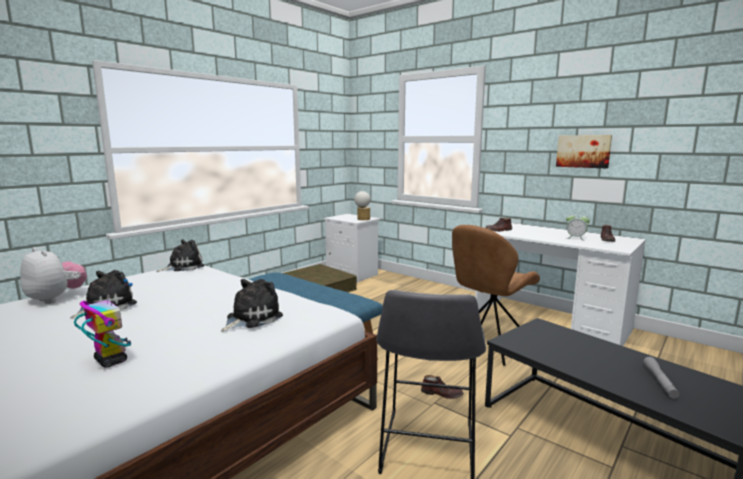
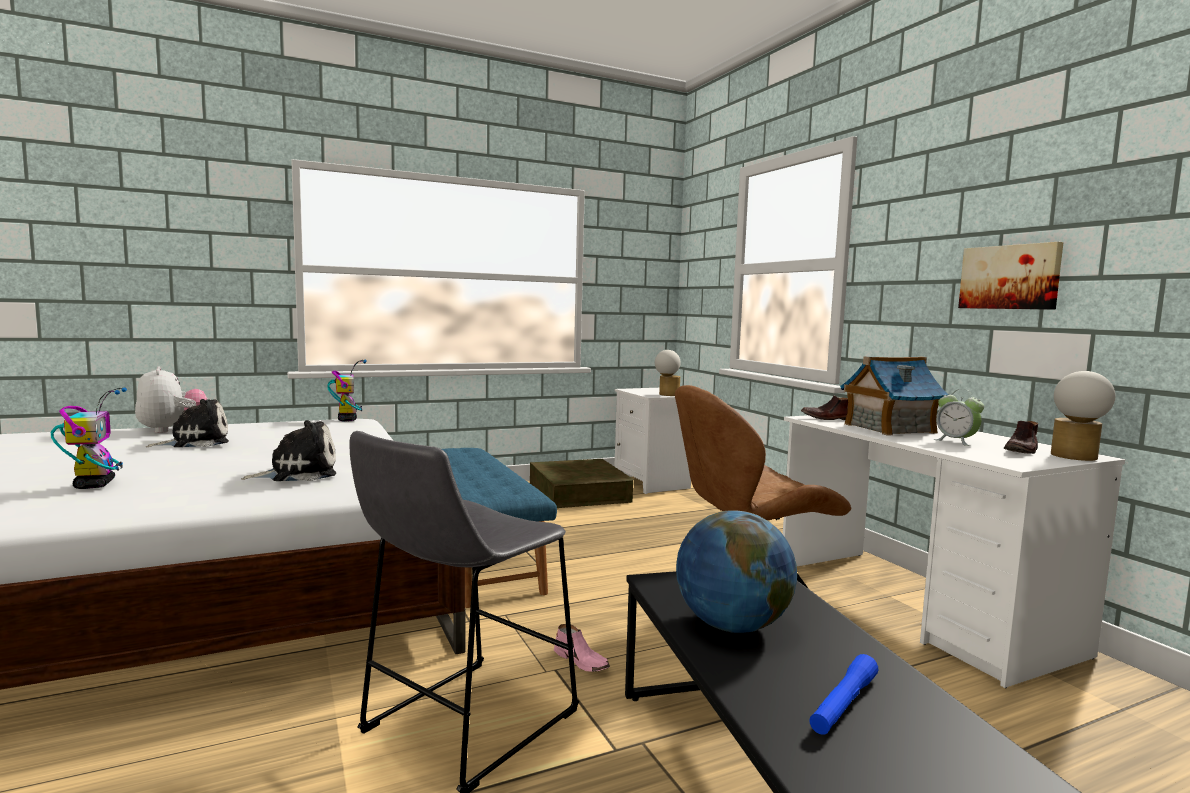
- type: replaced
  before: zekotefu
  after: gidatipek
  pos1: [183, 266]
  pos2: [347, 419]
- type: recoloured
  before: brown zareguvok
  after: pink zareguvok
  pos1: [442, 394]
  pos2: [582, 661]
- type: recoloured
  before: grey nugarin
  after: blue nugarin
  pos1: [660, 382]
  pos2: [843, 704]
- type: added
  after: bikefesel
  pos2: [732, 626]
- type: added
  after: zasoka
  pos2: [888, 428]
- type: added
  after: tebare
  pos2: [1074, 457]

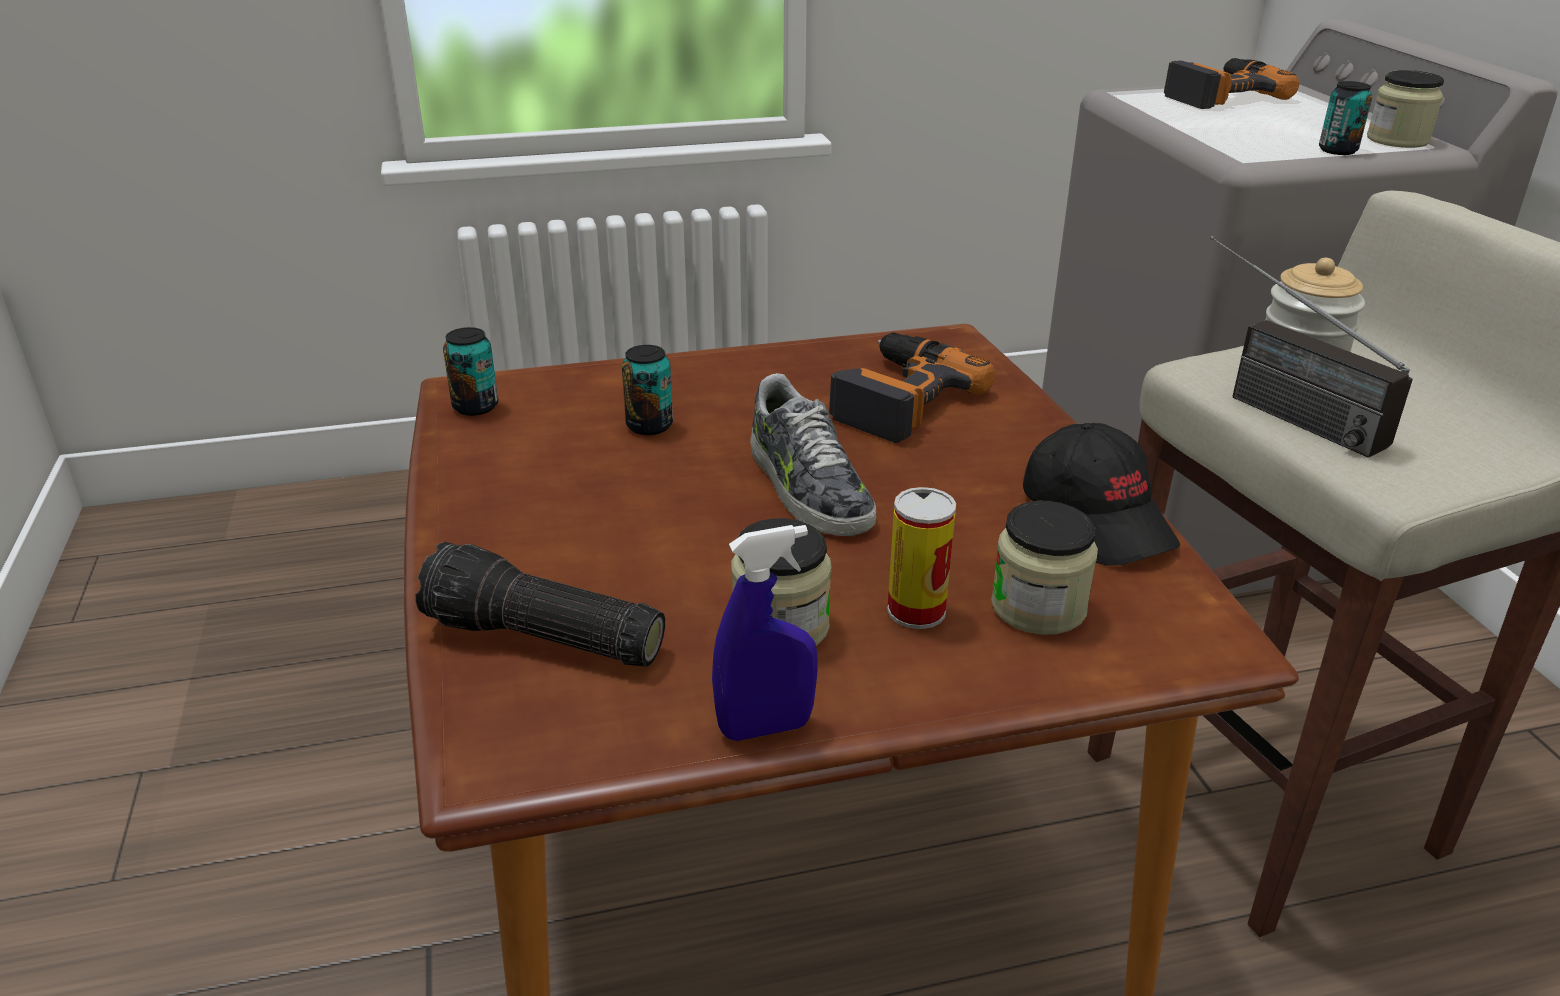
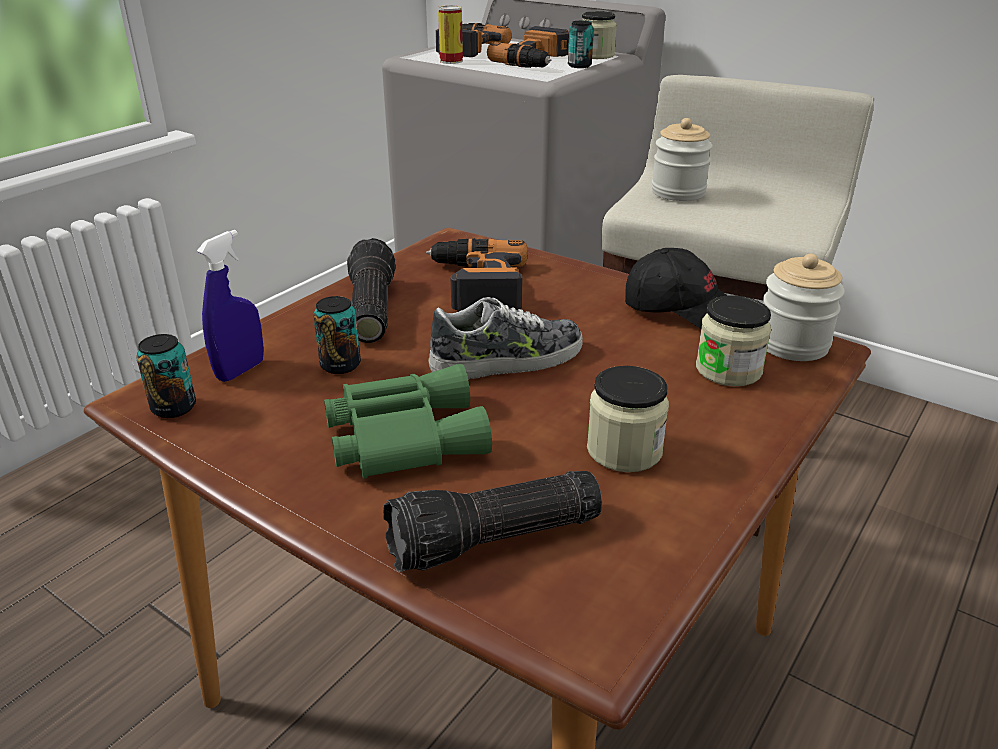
- type: moved
  before: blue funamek
  pos1: [765, 728]
  pos2: [241, 370]
- type: turned
  before: zareguvok
  pos1: [807, 488]
  pos2: [508, 360]
  turn: -45
- type: moved
  before: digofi
  pos1: [916, 610]
  pos2: [451, 61]
- type: removed
  before: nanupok
  pos1: [1269, 406]
- type: added
  after: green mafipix
  pos2: [402, 435]
- type: added
  after: nugarin
  pos2: [369, 309]
- type: added
  after: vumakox
  pos2: [537, 61]
- type: added
  after: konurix
  pos2: [792, 344]

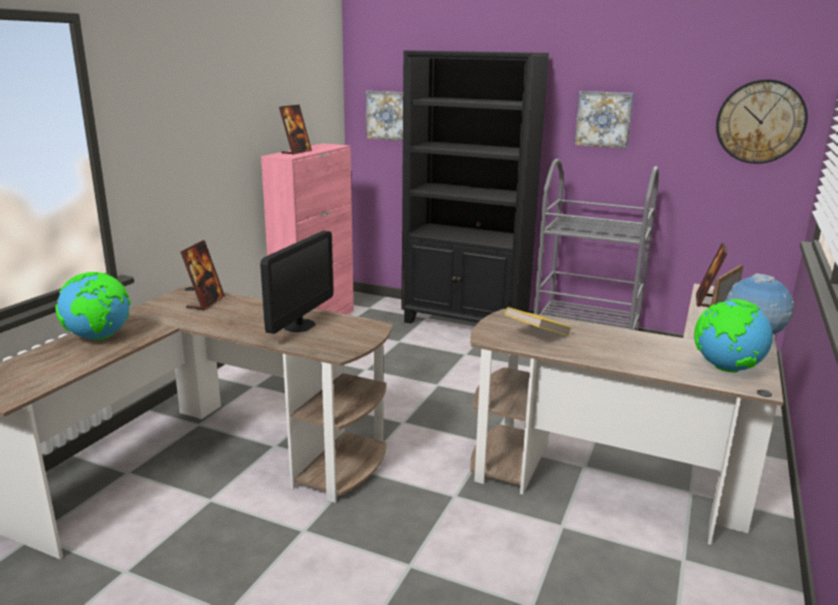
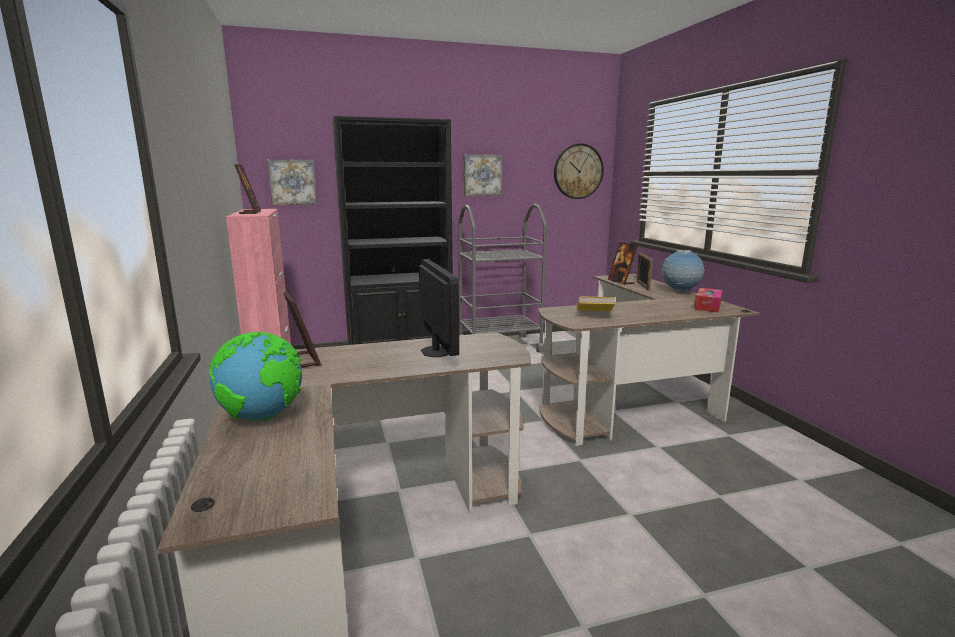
- type: replaced
  before: bikefesel
  after: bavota
  pos1: [726, 369]
  pos2: [707, 306]

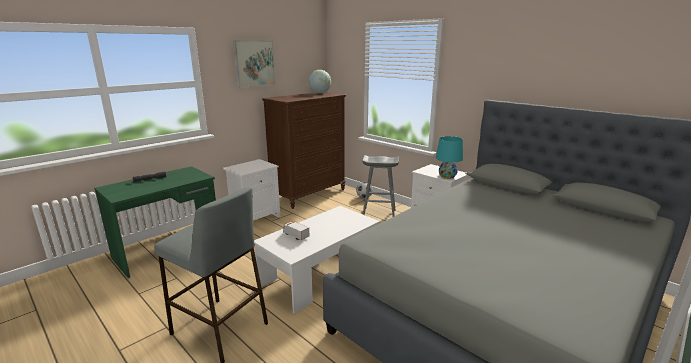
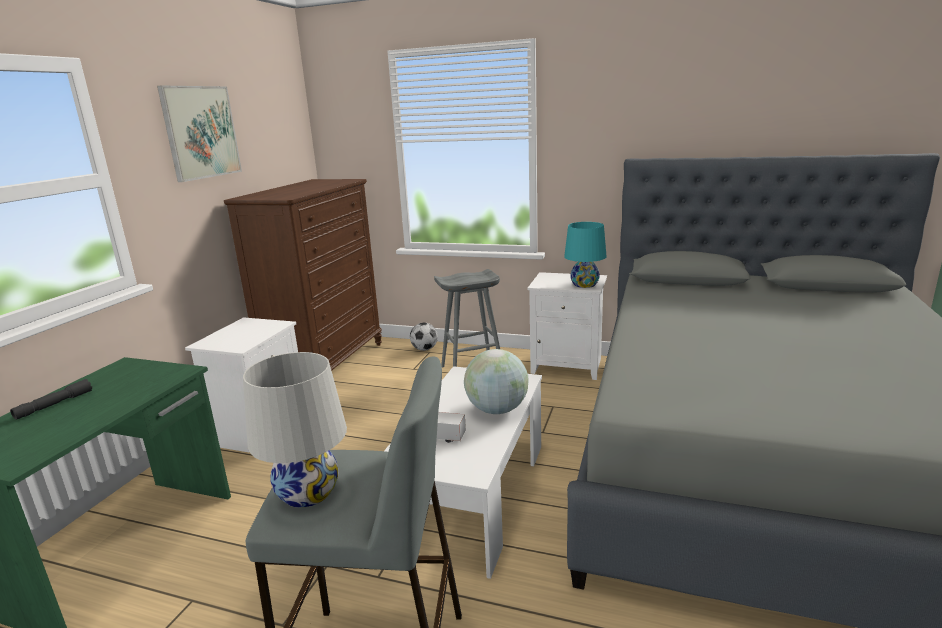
- type: moved
  before: bikefesel
  pos1: [320, 93]
  pos2: [497, 410]
- type: added
  after: white tebare
  pos2: [308, 492]

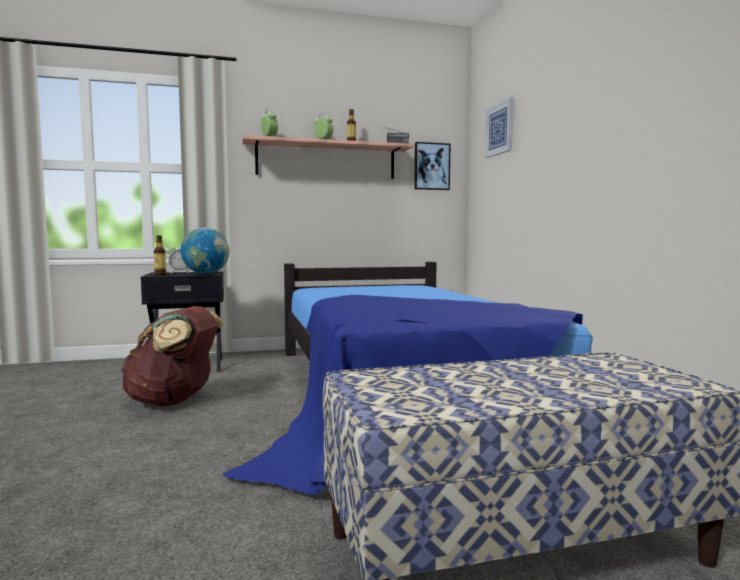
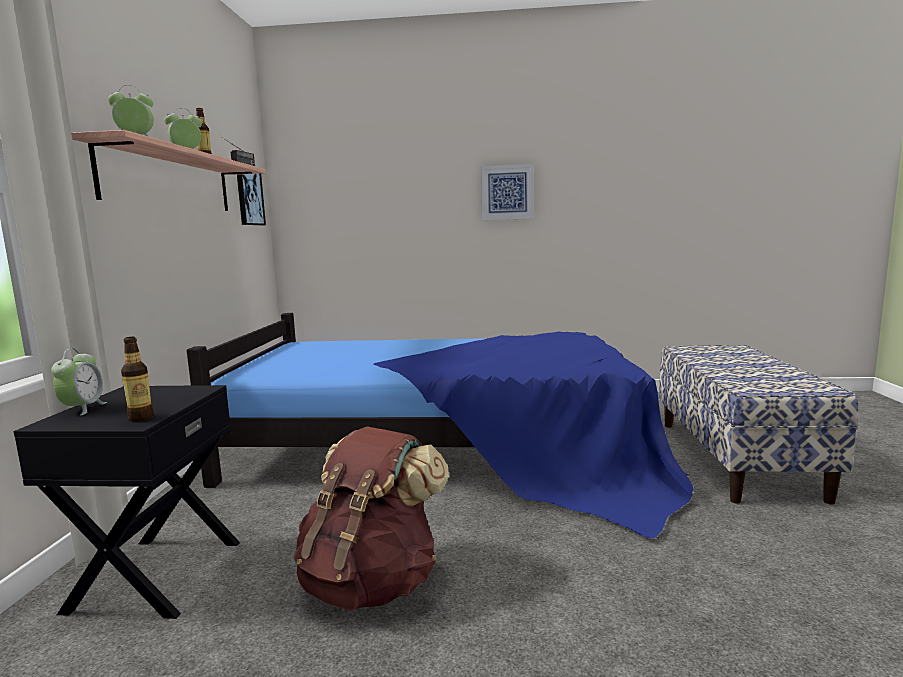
- type: removed
  before: bikefesel
  pos1: [206, 274]
- type: moved
  before: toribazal
  pos1: [500, 129]
  pos2: [507, 192]

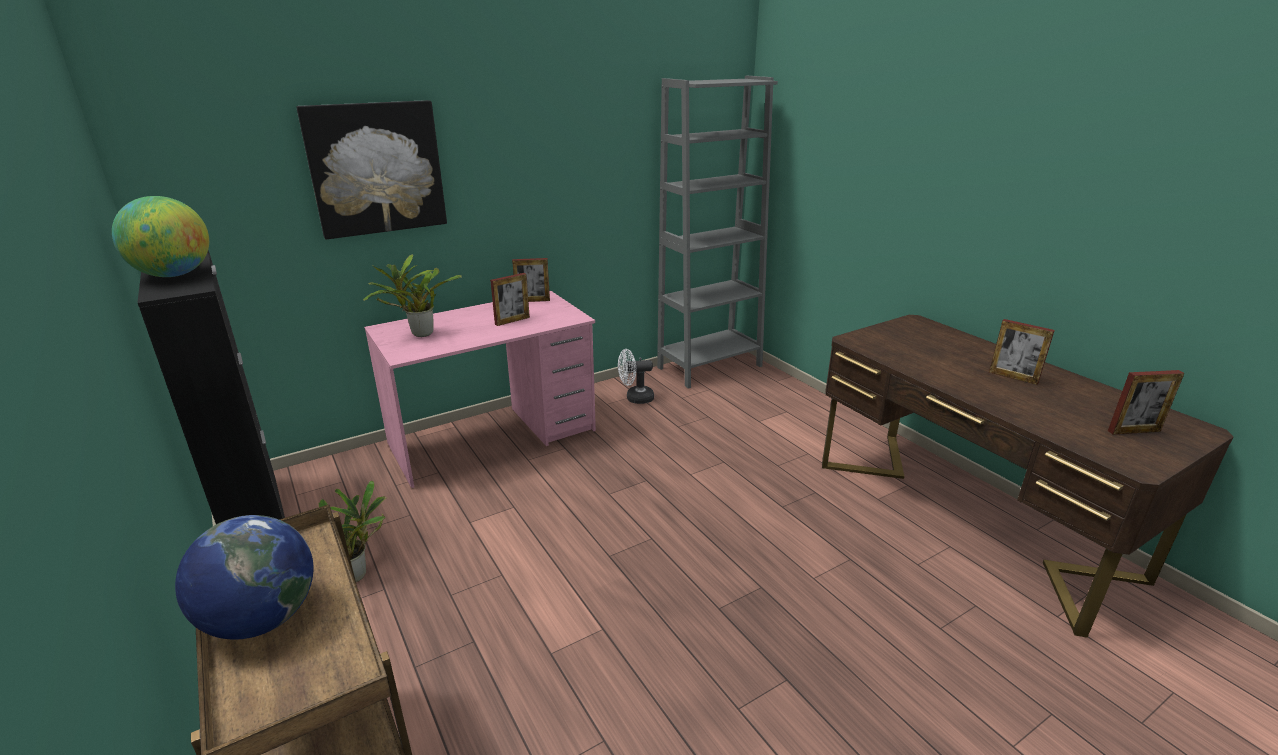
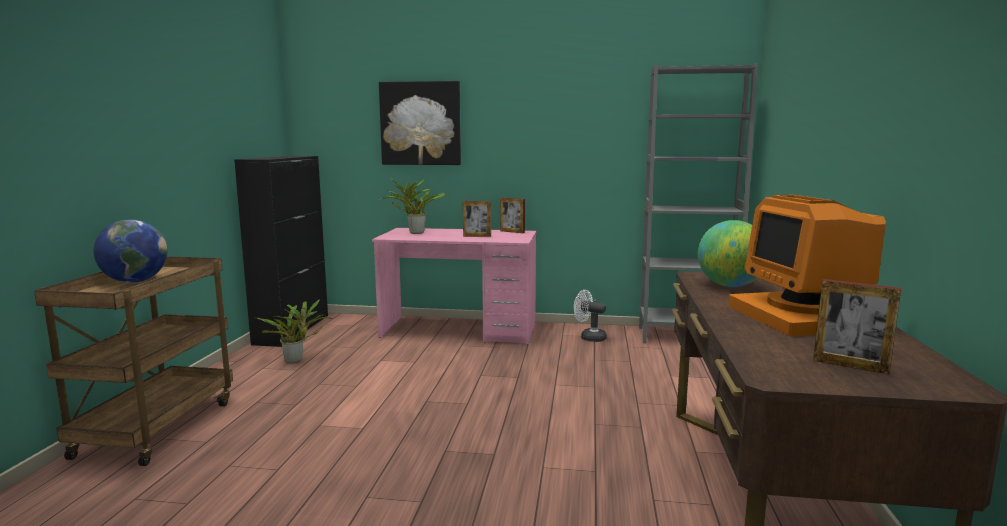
- type: moved
  before: bikefesel
  pos1: [174, 275]
  pos2: [730, 286]
- type: replaced
  before: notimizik
  after: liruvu
  pos1: [1013, 377]
  pos2: [805, 316]

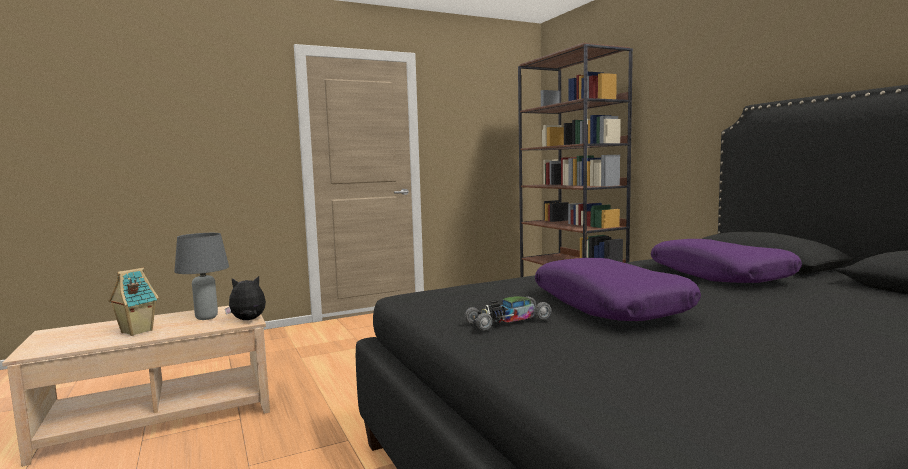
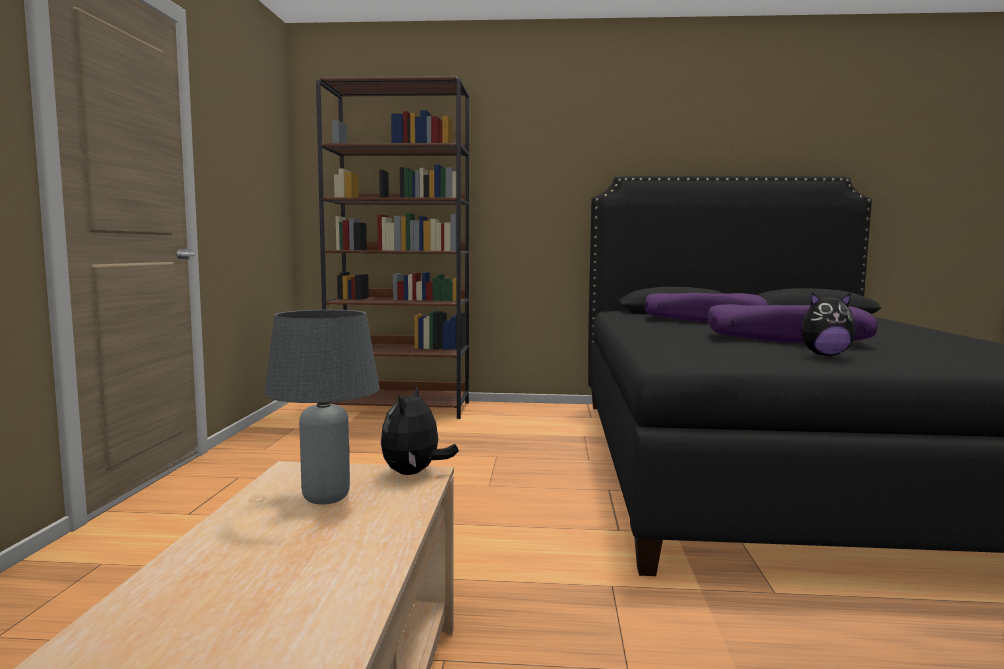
- type: removed
  before: zasoka
  pos1: [135, 331]
- type: replaced
  before: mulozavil
  after: zekotefu
  pos1: [508, 321]
  pos2: [824, 355]

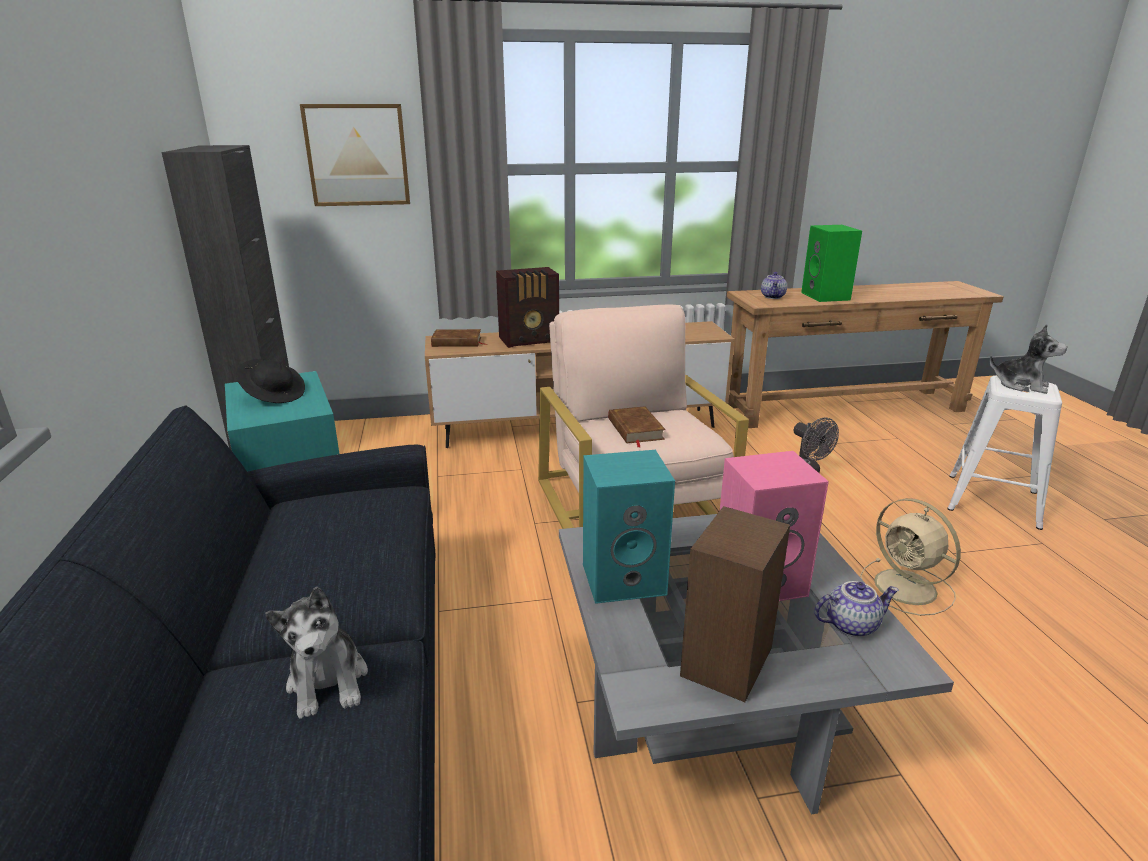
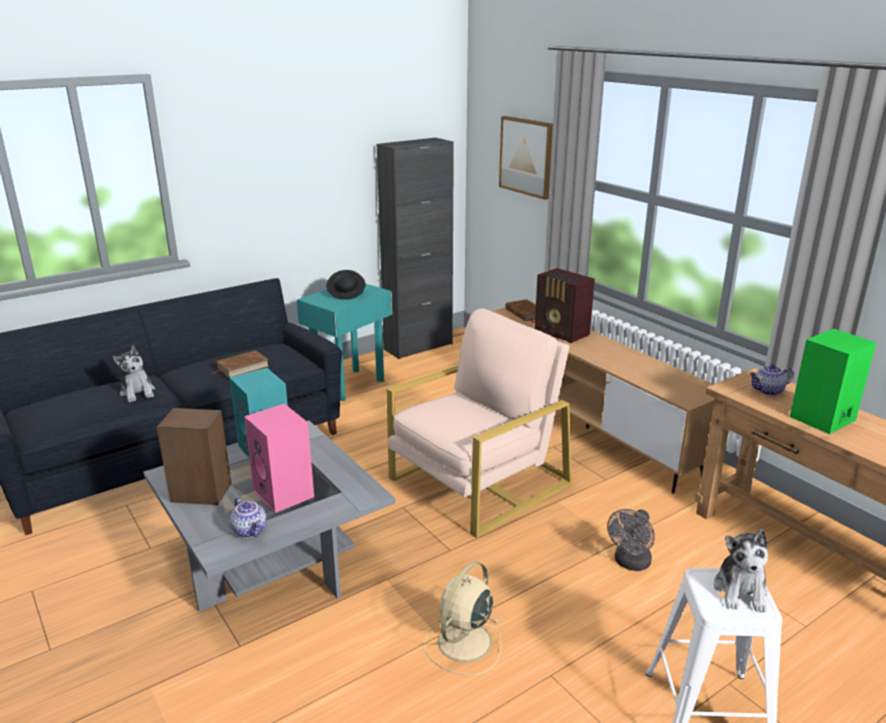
- type: turned
  before: zekotefu
  pos1: [328, 681]
  pos2: [138, 392]
  turn: -75
- type: moved
  before: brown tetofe
  pos1: [635, 429]
  pos2: [242, 367]

